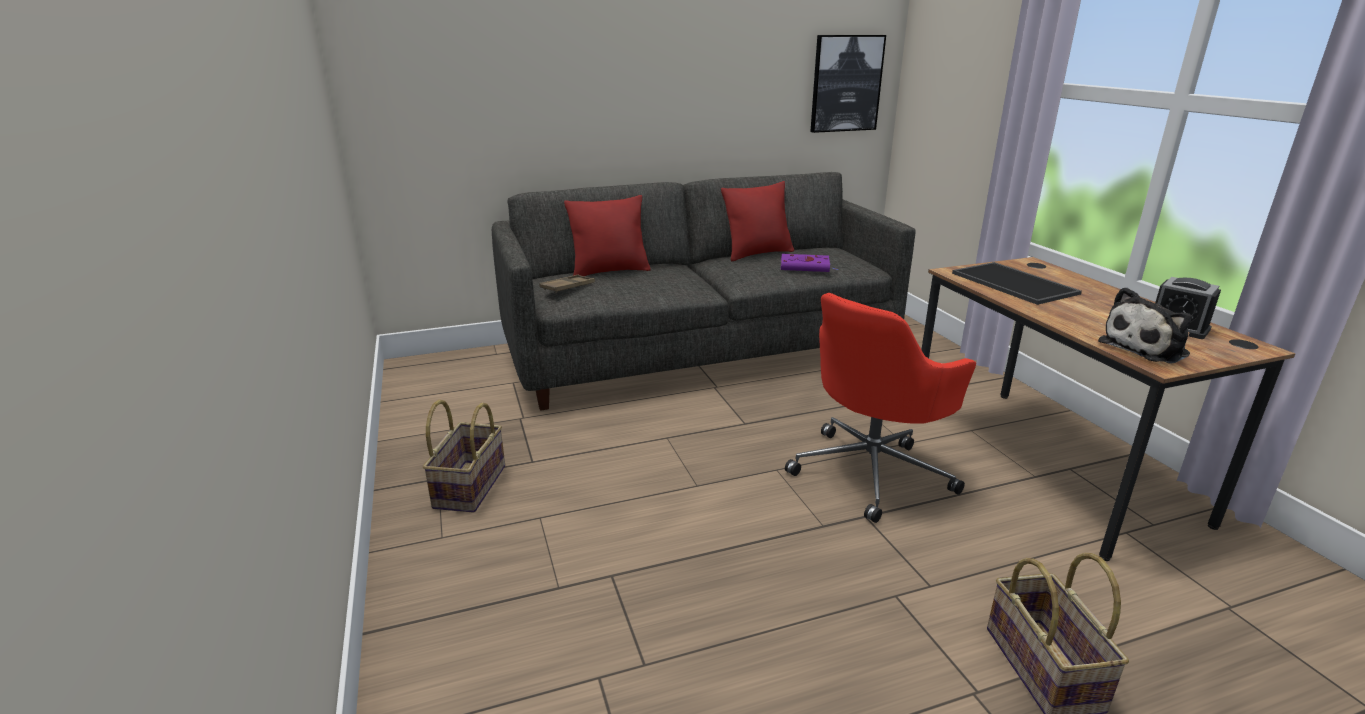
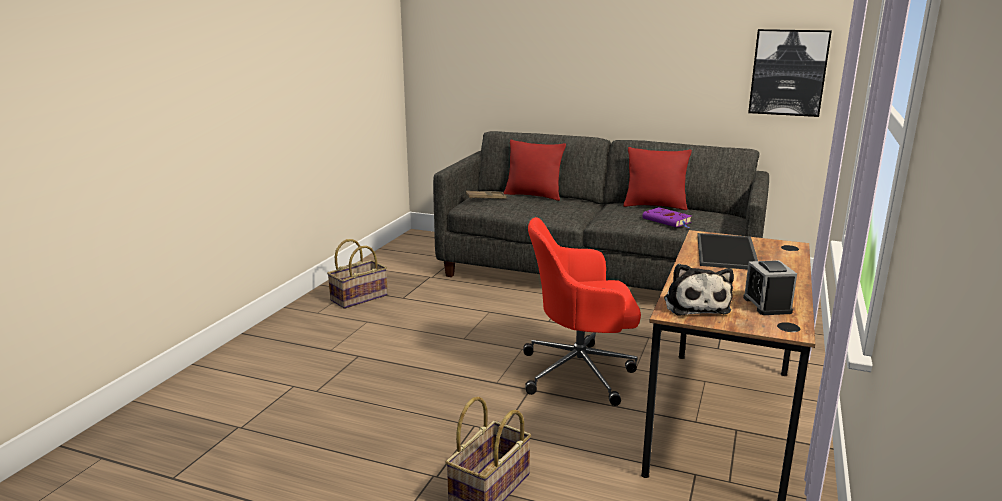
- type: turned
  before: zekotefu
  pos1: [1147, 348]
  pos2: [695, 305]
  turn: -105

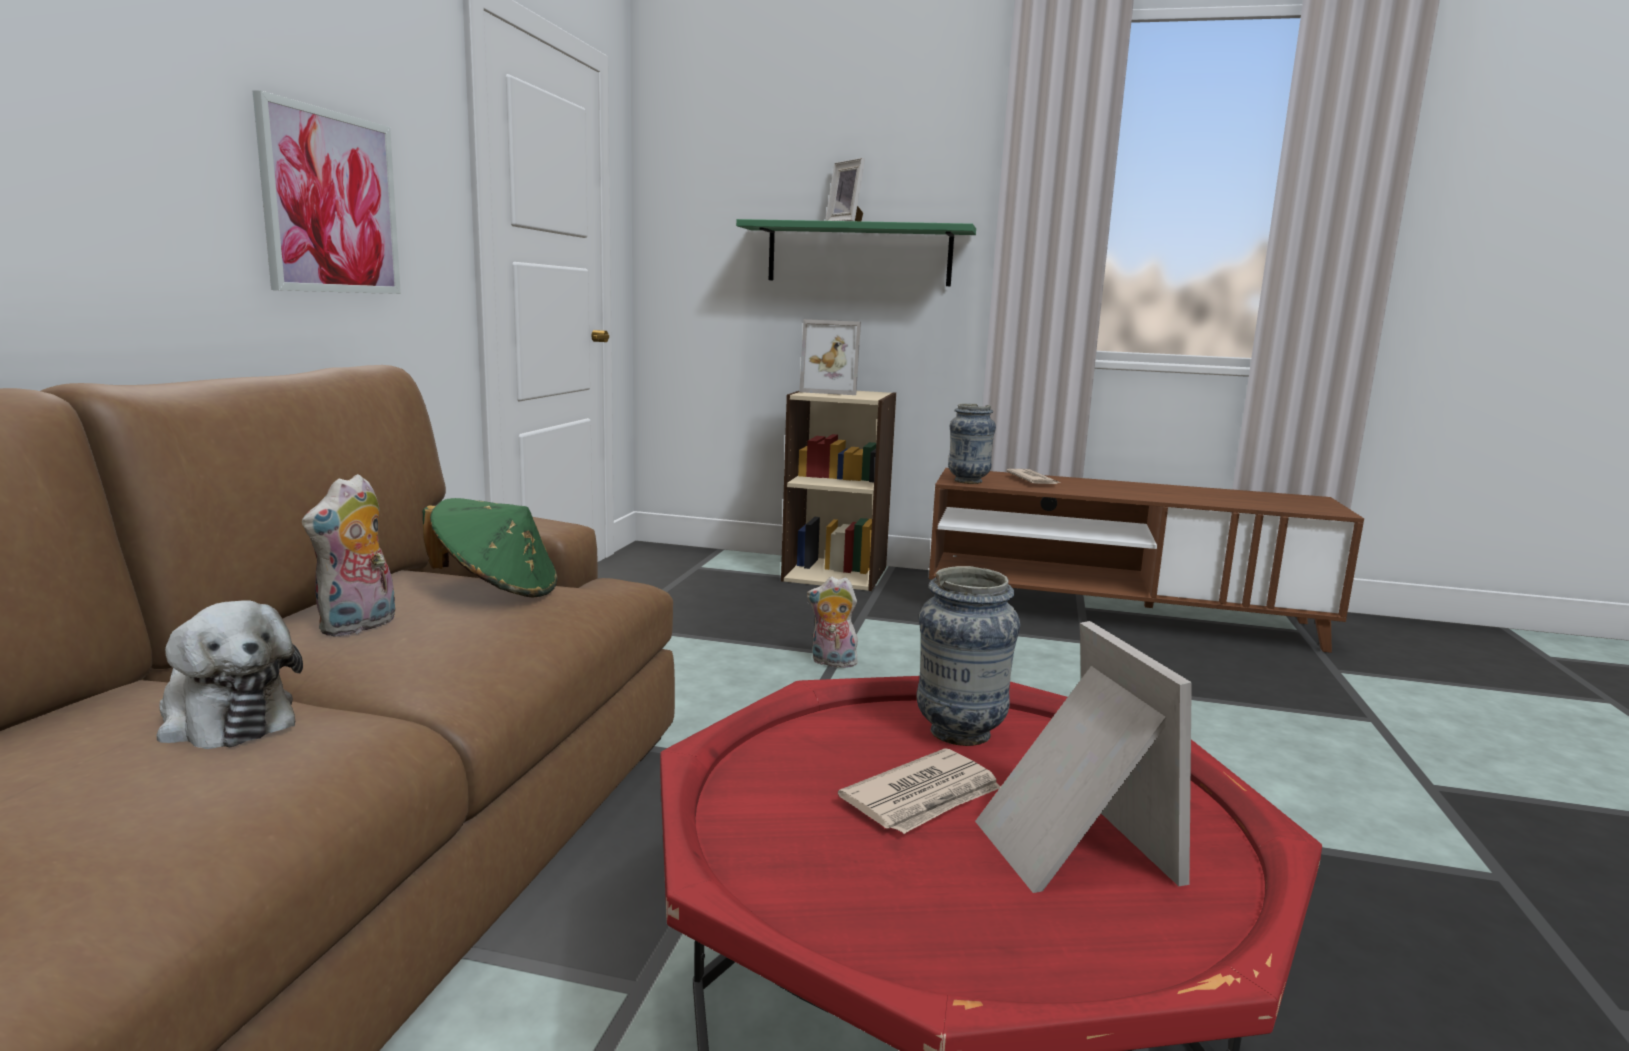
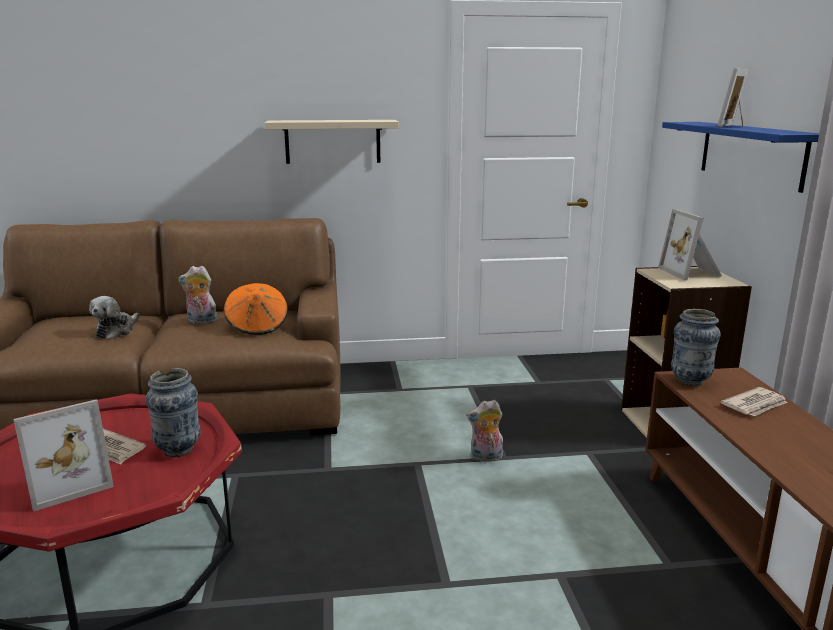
- type: replaced
  before: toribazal
  after: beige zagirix
  pos1: [330, 203]
  pos2: [332, 141]
- type: recoloured
  before: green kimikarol
  after: orange kimikarol
  pos1: [496, 590]
  pos2: [257, 327]
- type: recoloured
  before: green zagirix
  after: blue zagirix
  pos1: [859, 254]
  pos2: [750, 153]
- type: turned
  before: zekotefu
  pos1: [832, 663]
  pos2: [485, 458]
  turn: -90

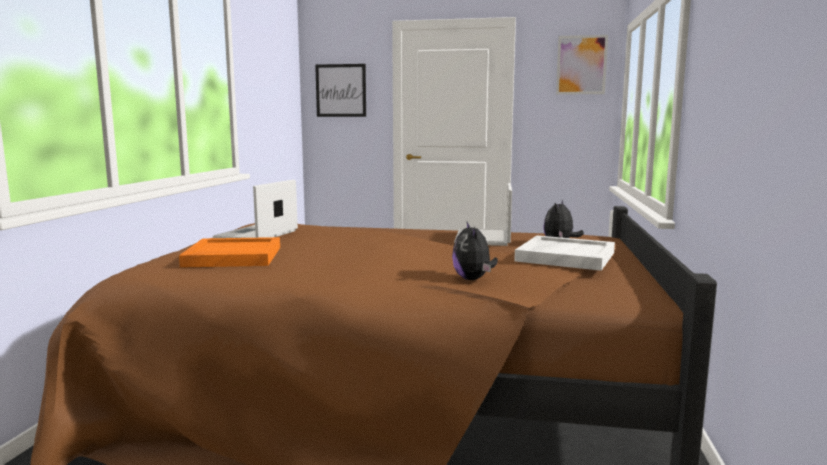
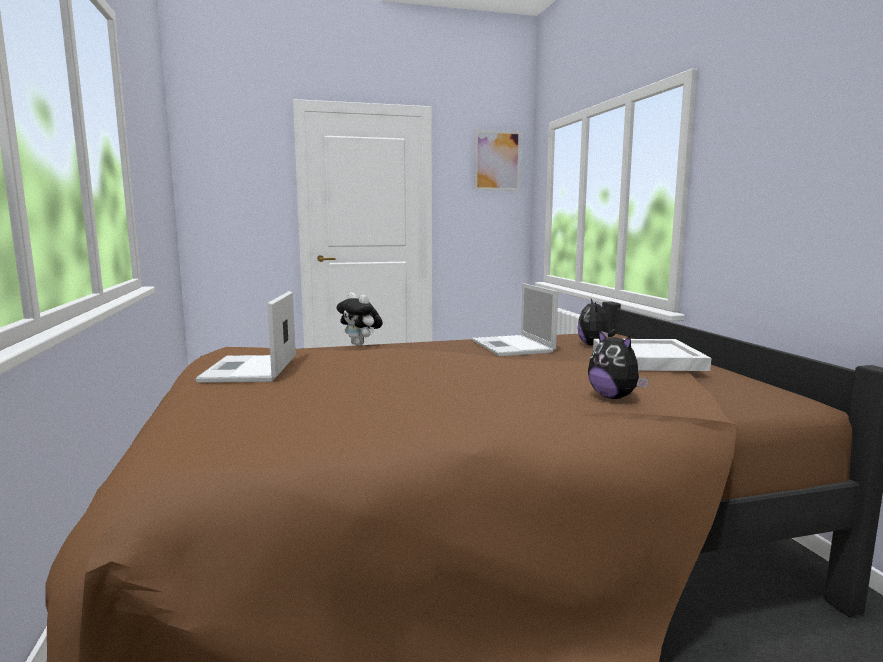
- type: removed
  before: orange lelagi
  pos1: [232, 257]
- type: removed
  before: toribazal
  pos1: [341, 90]
- type: added
  after: zekotefu
  pos2: [360, 344]

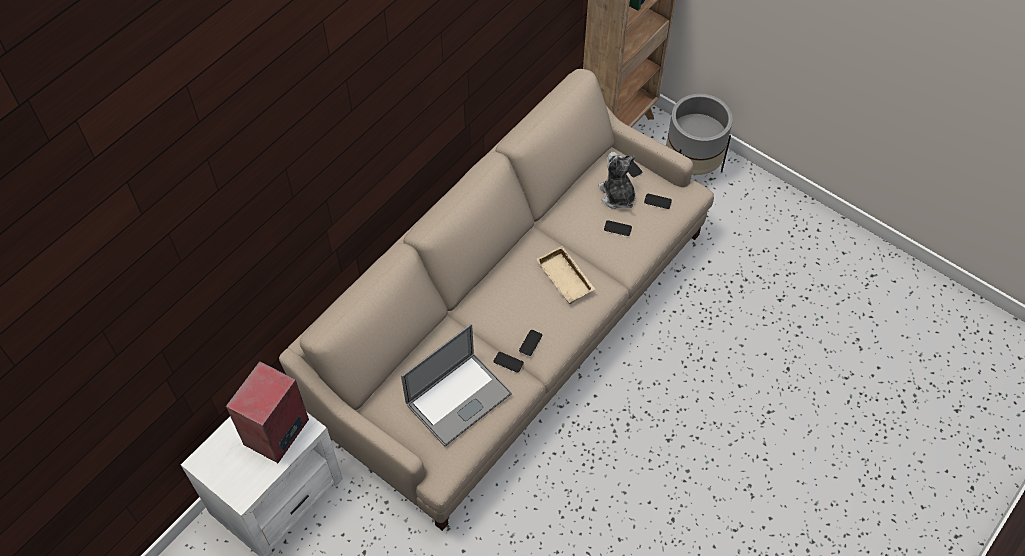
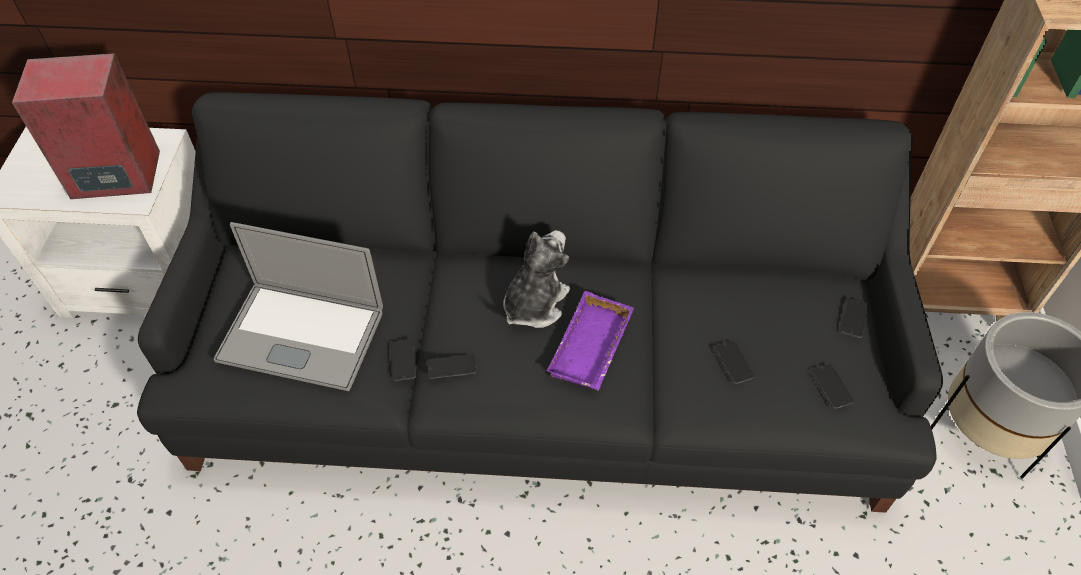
- type: recoloured
  before: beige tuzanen
  after: black tuzanen
  pos1: [512, 324]
  pos2: [540, 369]
- type: recoloured
  before: beige lelagi
  after: purple lelagi
  pos1: [567, 278]
  pos2: [593, 348]
- type: moved
  before: zekotefu
  pos1: [617, 195]
  pos2: [534, 303]

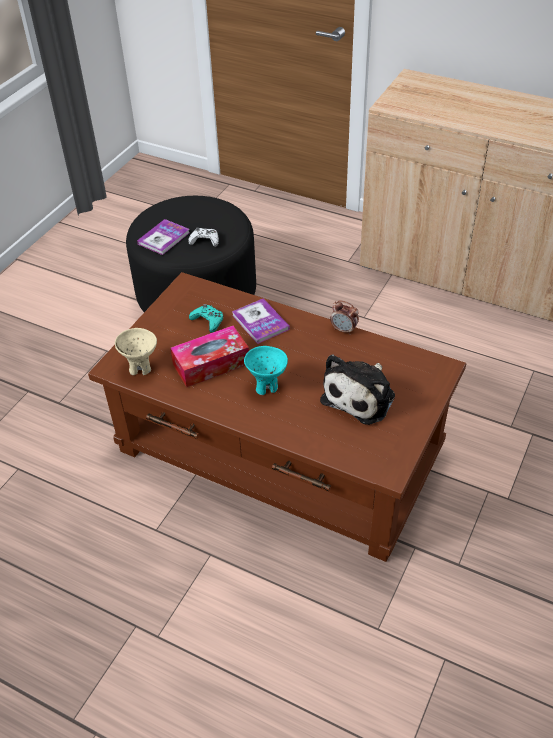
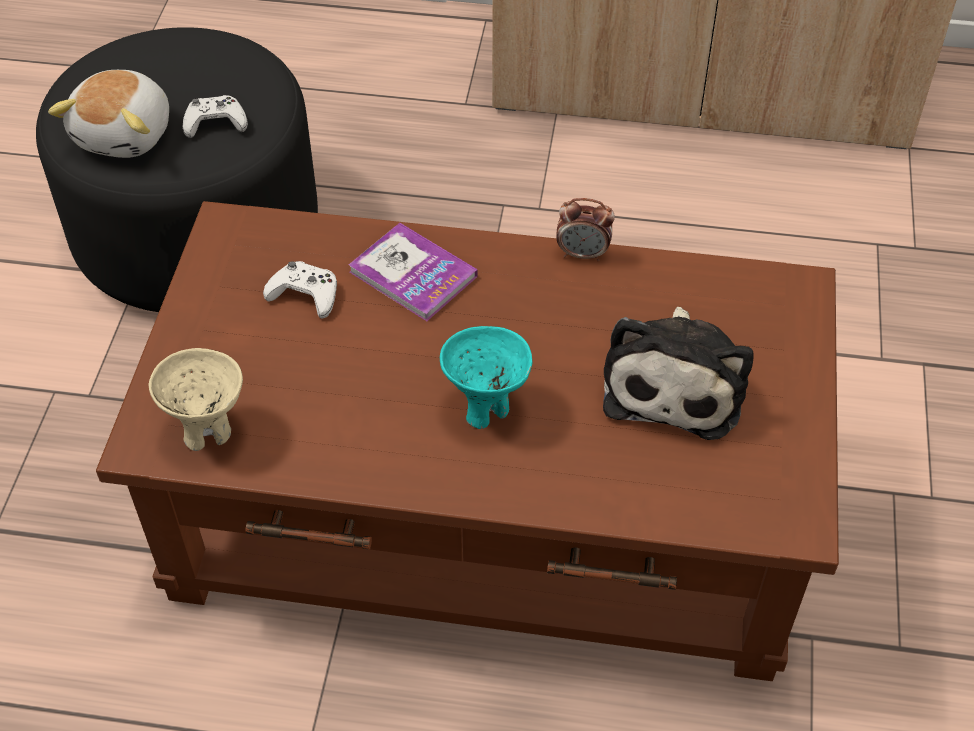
- type: replaced
  before: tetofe
  after: zekotefu
  pos1: [163, 238]
  pos2: [126, 134]
- type: removed
  before: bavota
  pos1: [211, 364]
- type: recoloured
  before: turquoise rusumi
  after: white rusumi
  pos1: [208, 321]
  pos2: [305, 295]

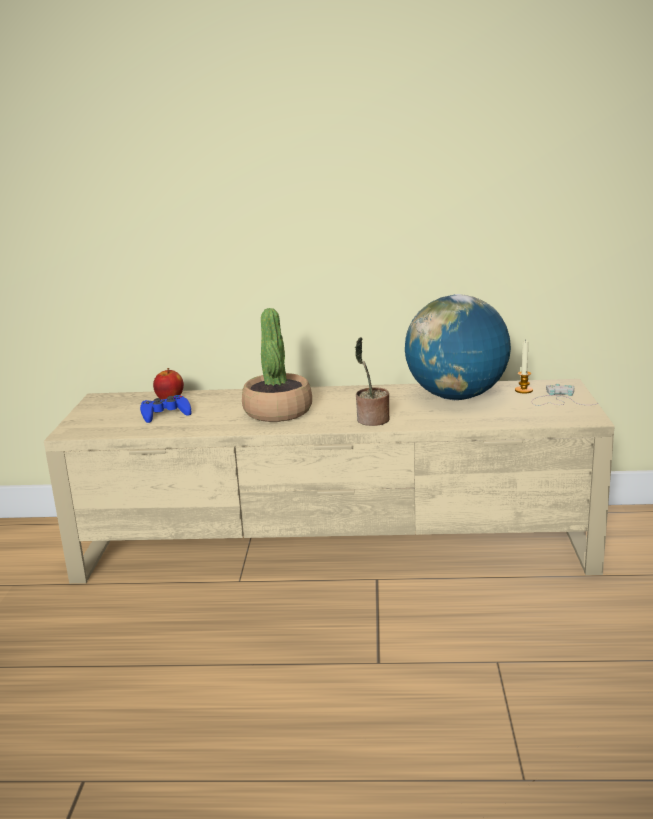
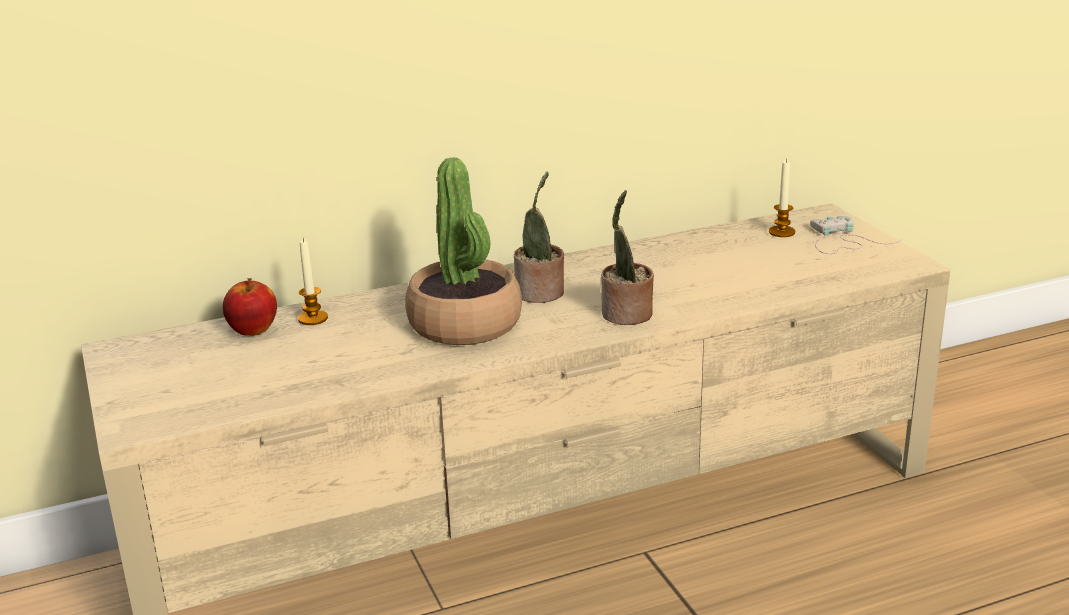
- type: removed
  before: blue rusumi
  pos1: [165, 414]
- type: removed
  before: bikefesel
  pos1: [456, 397]
- type: added
  after: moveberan
  pos2: [313, 318]
- type: added
  after: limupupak
  pos2: [540, 294]

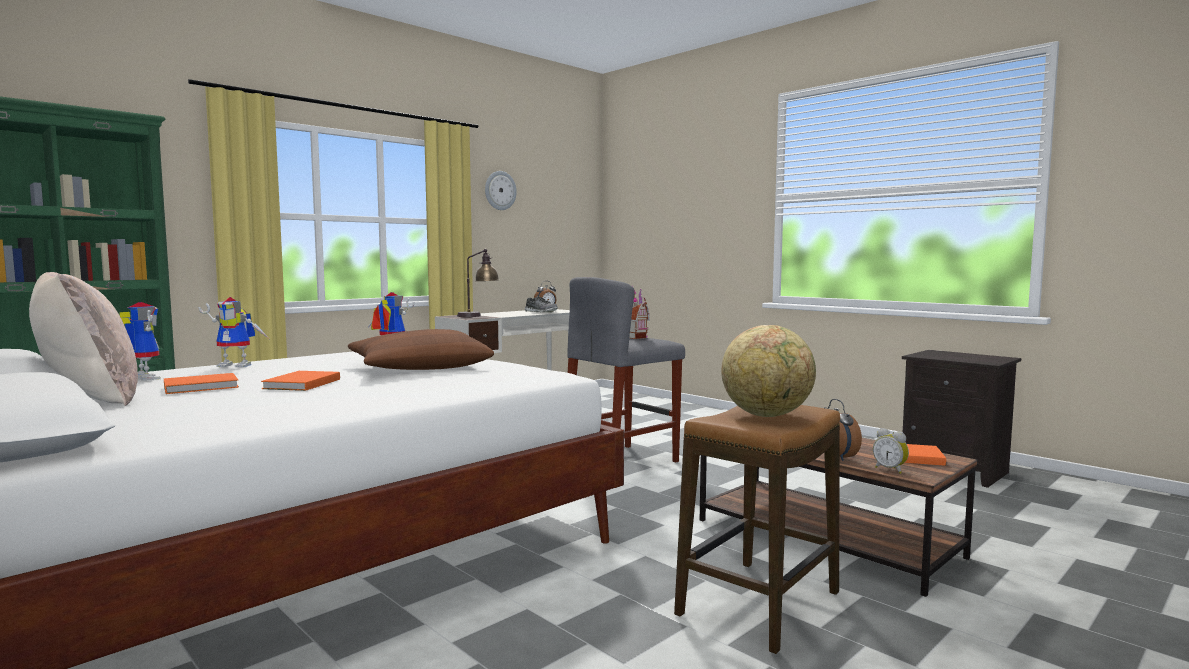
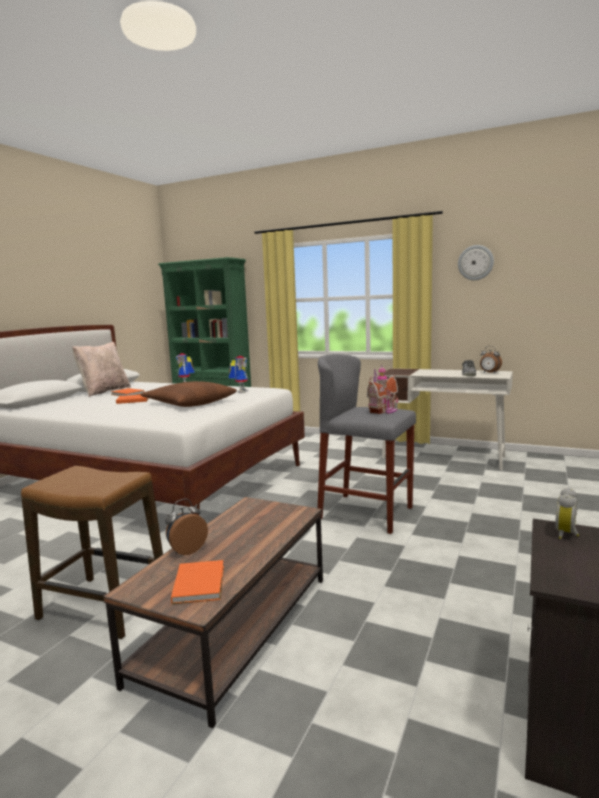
- type: removed
  before: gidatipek
  pos1: [140, 378]
- type: removed
  before: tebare
  pos1: [478, 316]
- type: removed
  before: bikefesel
  pos1: [767, 415]
- type: moved
  before: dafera
  pos1: [890, 469]
  pos2: [567, 534]

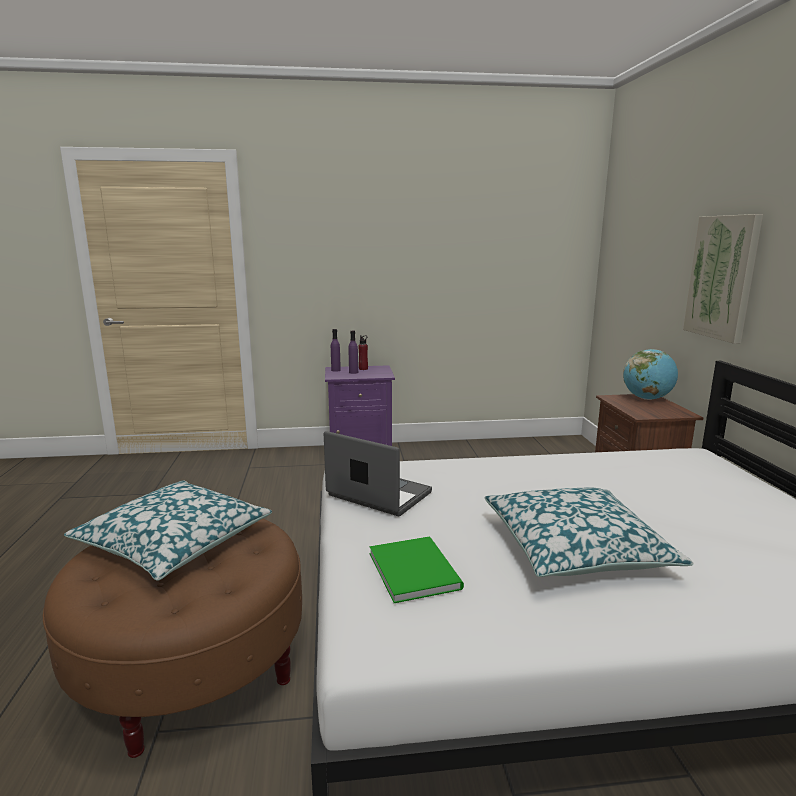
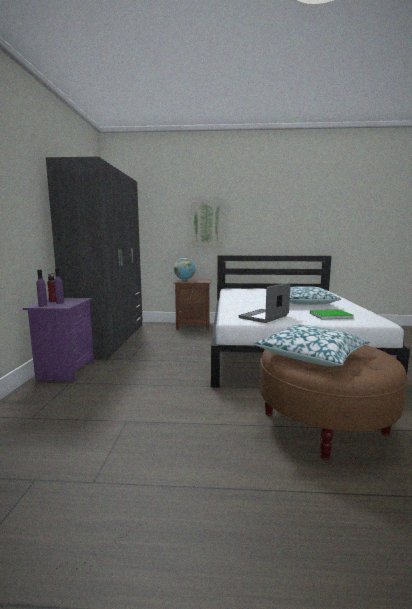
- type: added
  after: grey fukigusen
  pos2: [109, 338]

